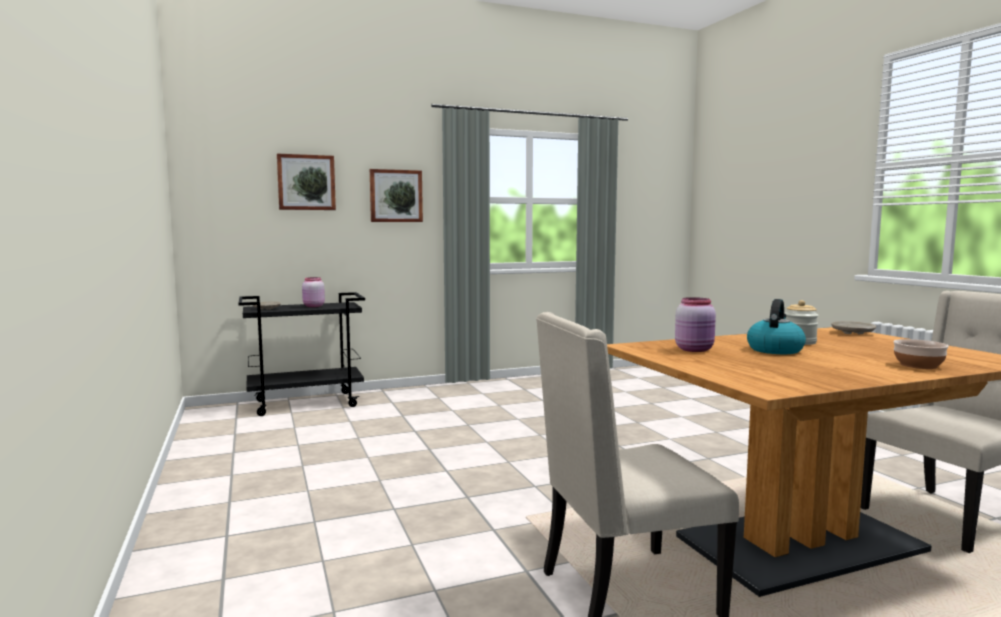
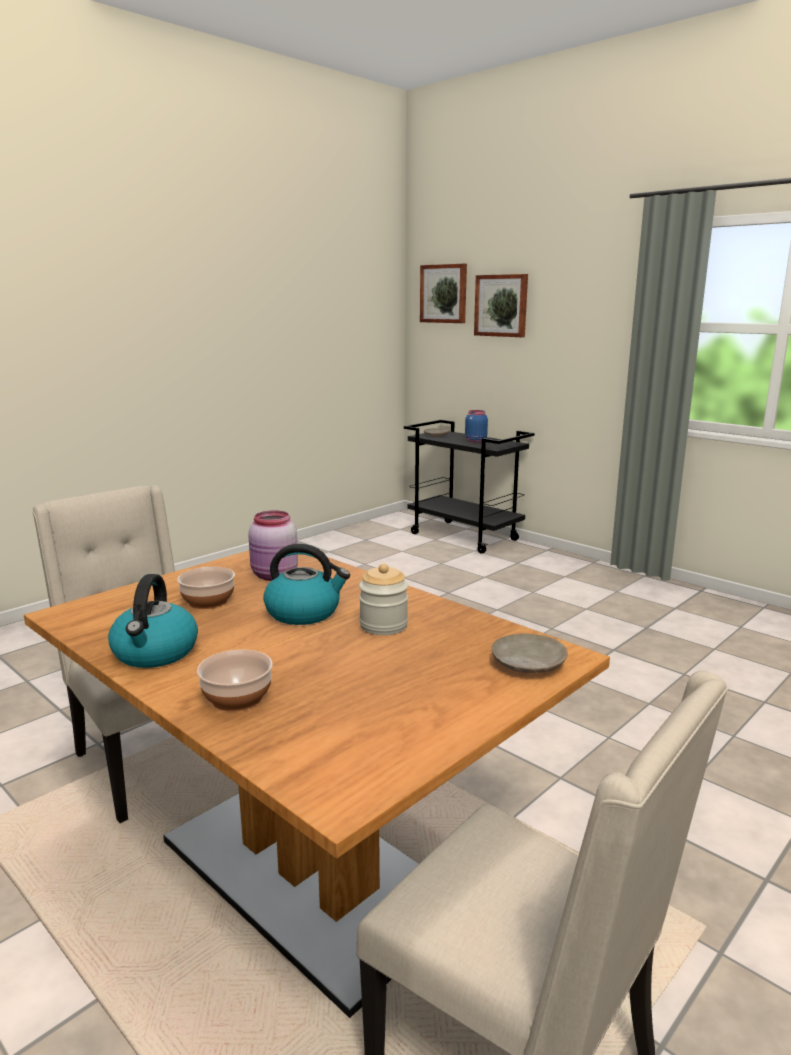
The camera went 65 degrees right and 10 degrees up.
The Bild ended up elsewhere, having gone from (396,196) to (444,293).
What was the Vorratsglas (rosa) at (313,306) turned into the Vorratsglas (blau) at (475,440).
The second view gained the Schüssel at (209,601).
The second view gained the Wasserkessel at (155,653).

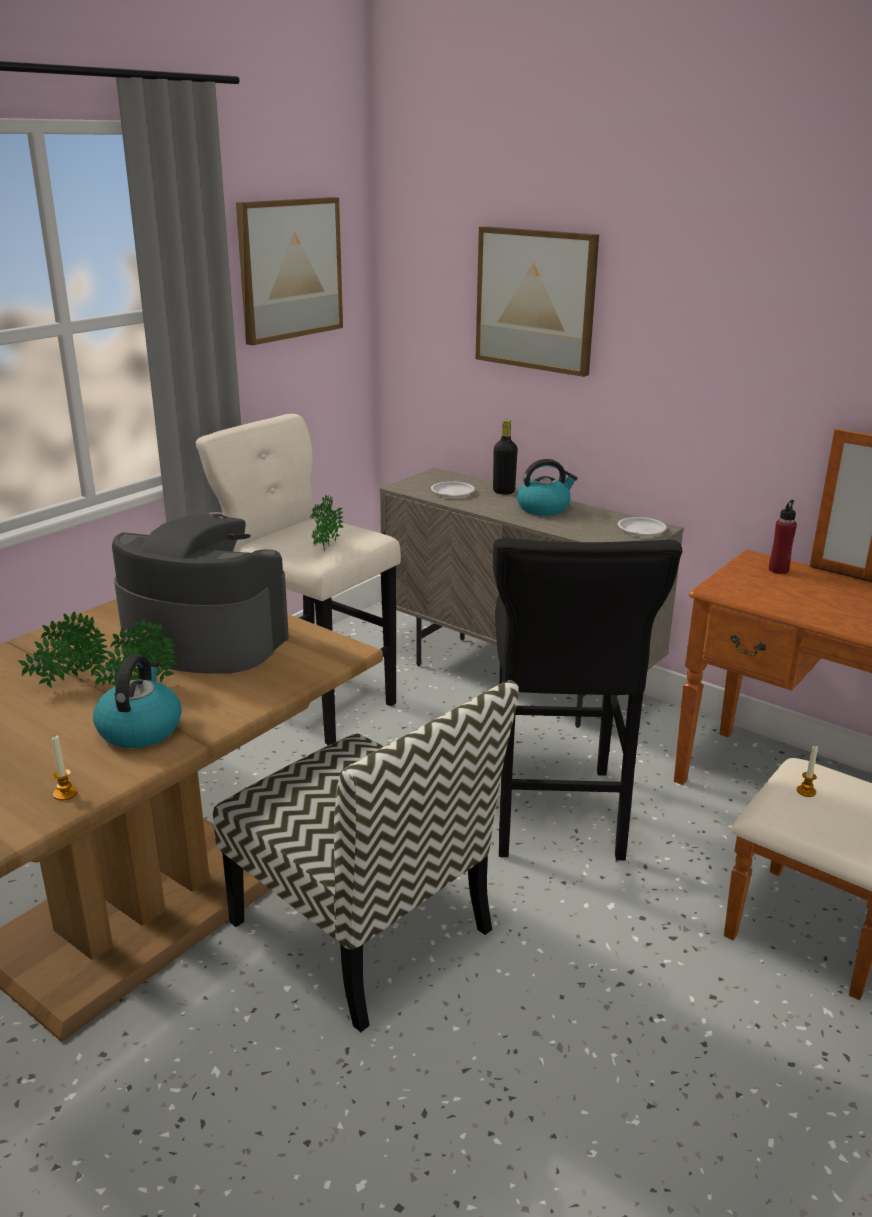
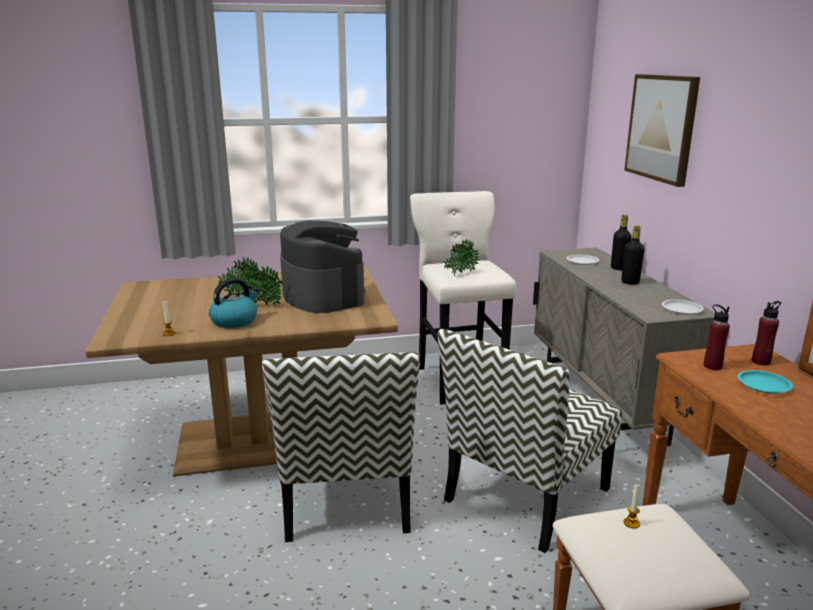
The camera went 40 degrees right and 5 degrees down.
The second view lost the Bild at (289,269).
Where the Wasserkessel stood at (544,508), the Flasche (schwarz) came to stand at (630,282).
Where the Hocker (schwarz) stood at (556,818), the Stuhl came to stand at (526,496).
The second view gained the Flasche (rot) at (712,366).
The second view gained the Teller (türkis) at (764,385).

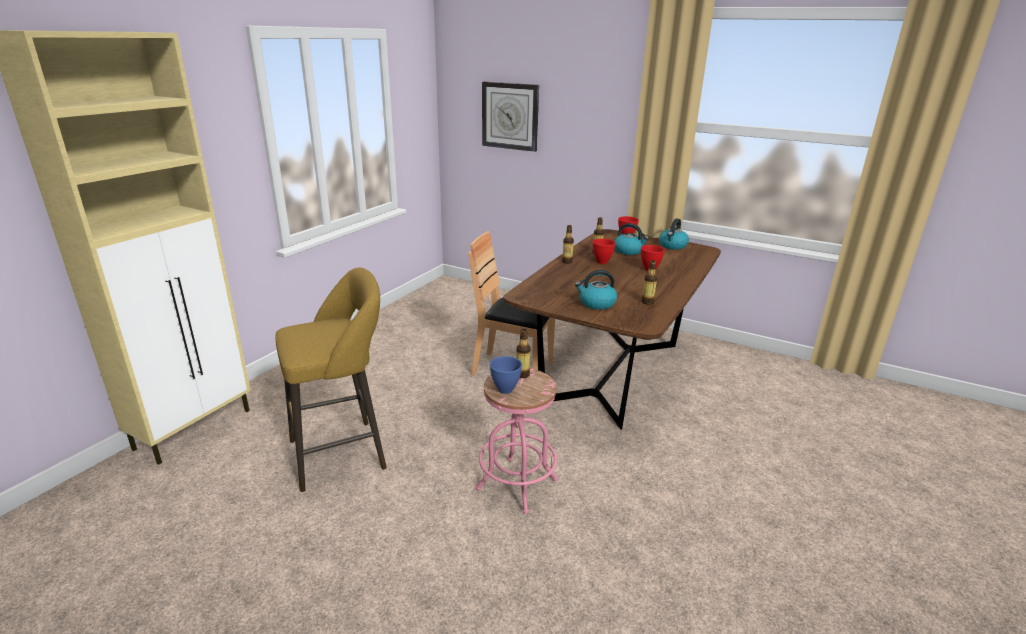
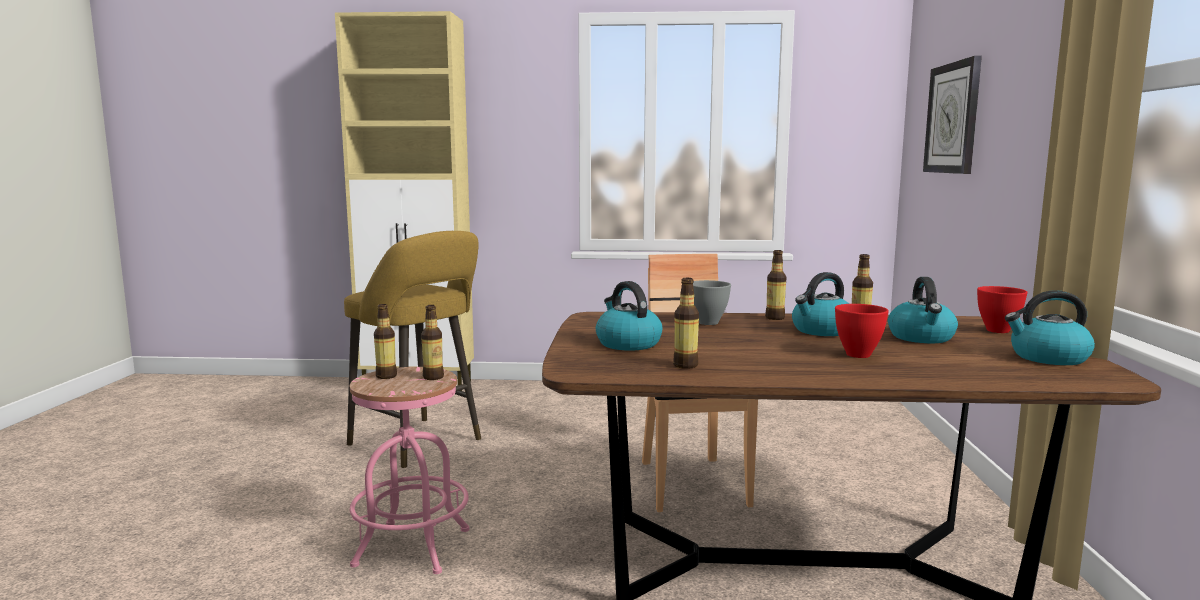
The camera went 65 degrees right and 15 degrees down.
Where the Schüssel (rot) stood at (602,262), the Wasserkessel came to stand at (822,331).
Where the Schüssel (blau) stood at (505,390), the Flasche came to stand at (386,376).
The second view gained the Schüssel (grau) at (709,322).

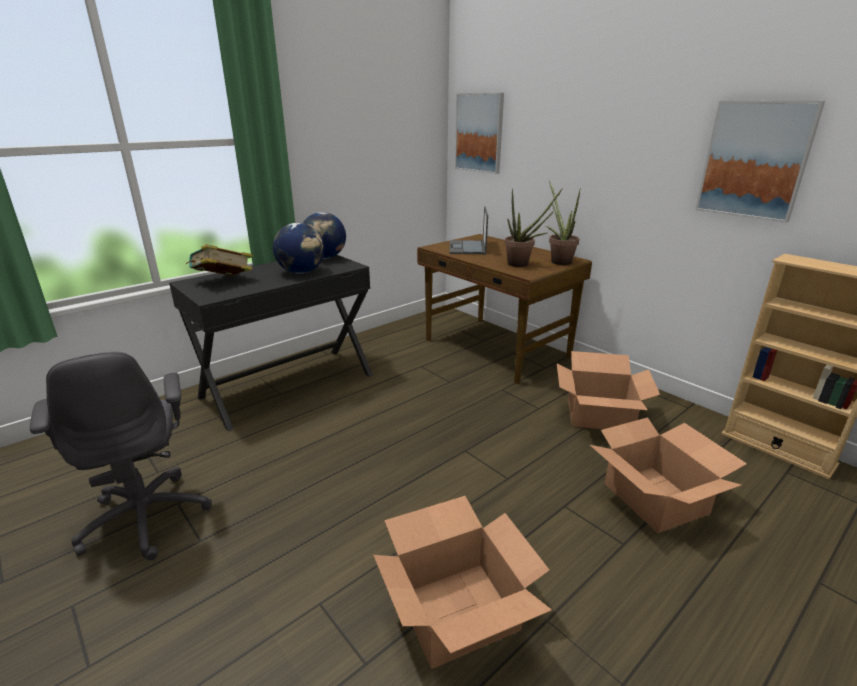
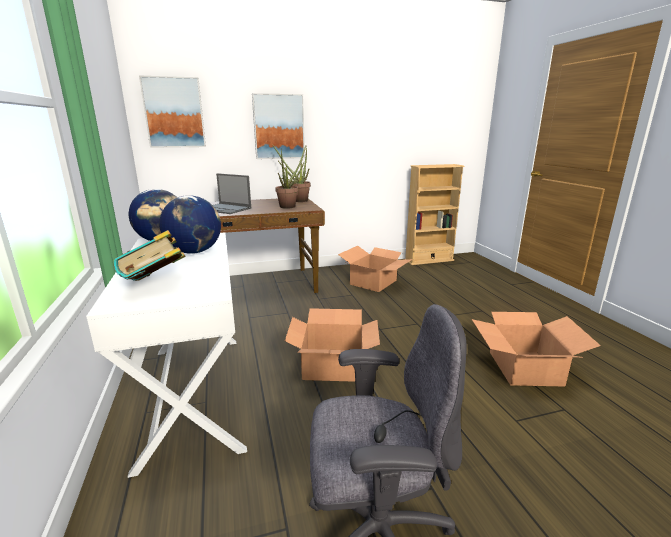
The camera went 65 degrees left and 5 degrees down.
The Bild ended up elsewhere, having gone from (755,160) to (279,127).
What was the Schreibtisch (schwarz) at (288,385) turned into the Schreibtisch (weiß) at (193,393).
The Karton ended up elsewhere, having gone from (655,497) to (332,365).

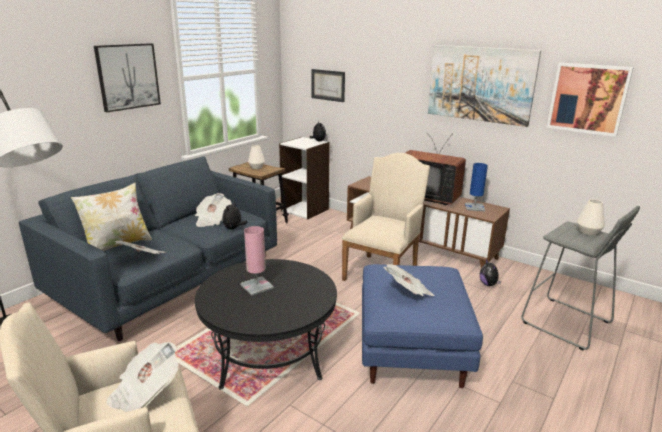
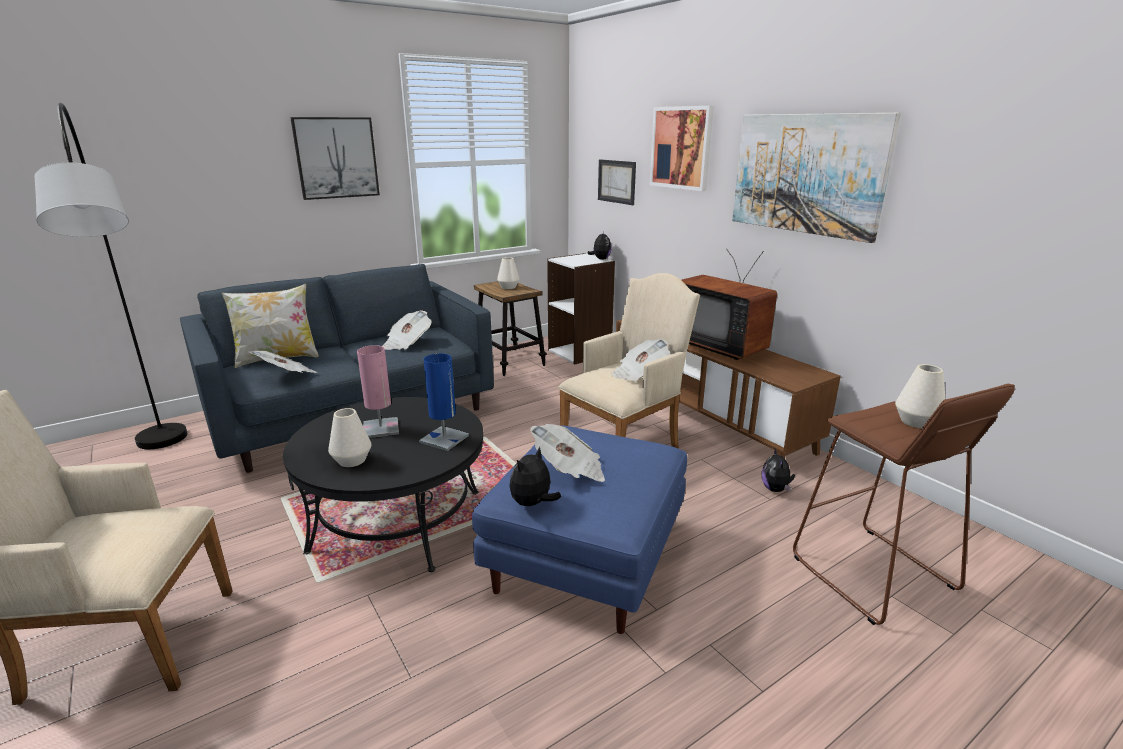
The camera went 20 degrees right and 0 degrees up.
The Bild ended up elsewhere, having gone from (588,98) to (681,148).
The Tischlampe (blau) ended up elsewhere, having gone from (474,207) to (444,439).
The Plüschtier ended up elsewhere, having gone from (233,228) to (532,504).
What was the Hocker (grau) at (566,323) turned into the Hocker (braun) at (871,573).
The Zeitung ended up elsewhere, having gone from (145,392) to (639,374).
The second view gained the Vase (weiß) at (352,460).

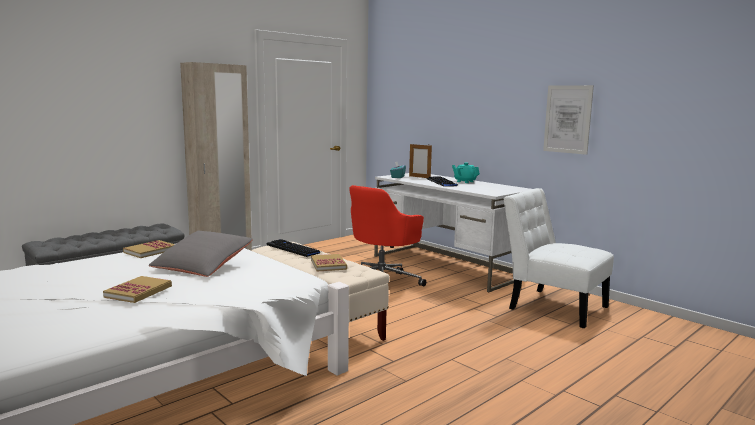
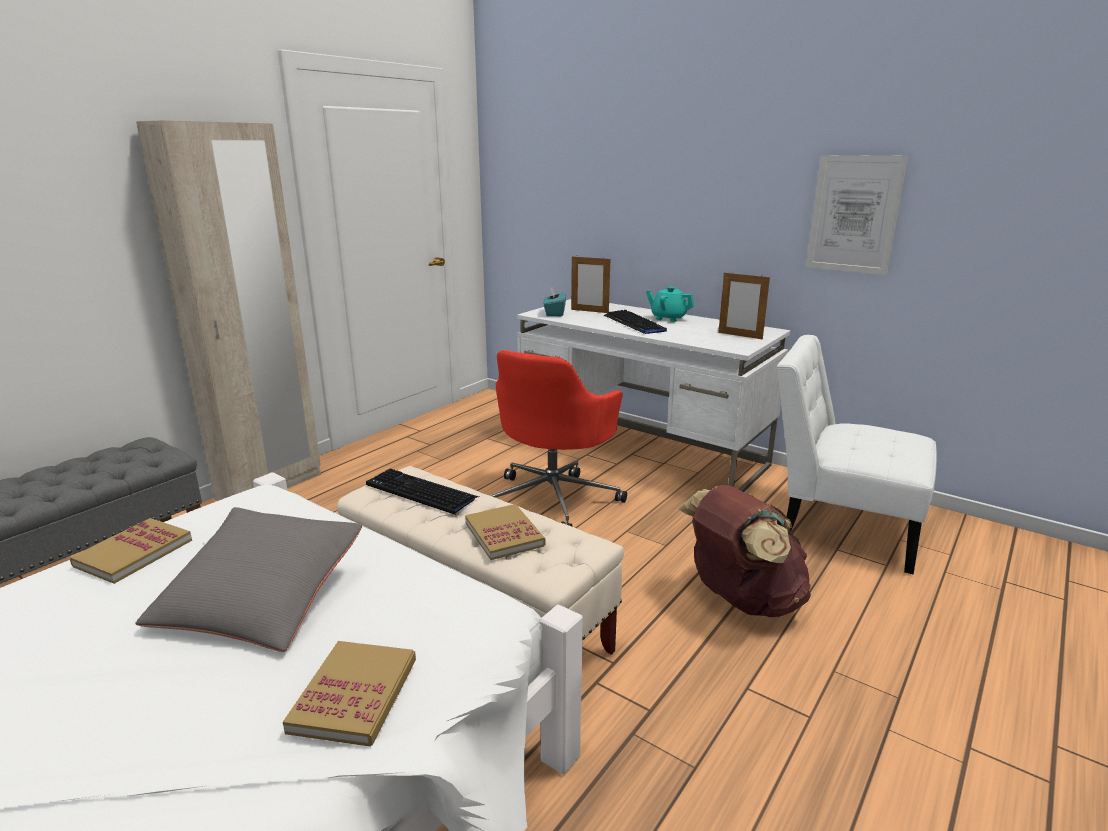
The camera went 10 degrees left and 10 degrees up.
The Buch ended up elsewhere, having gone from (138,292) to (354,695).
The second view gained the Bilderrahmen at (740,335).
The second view gained the Rucksack (braun) at (741,600).

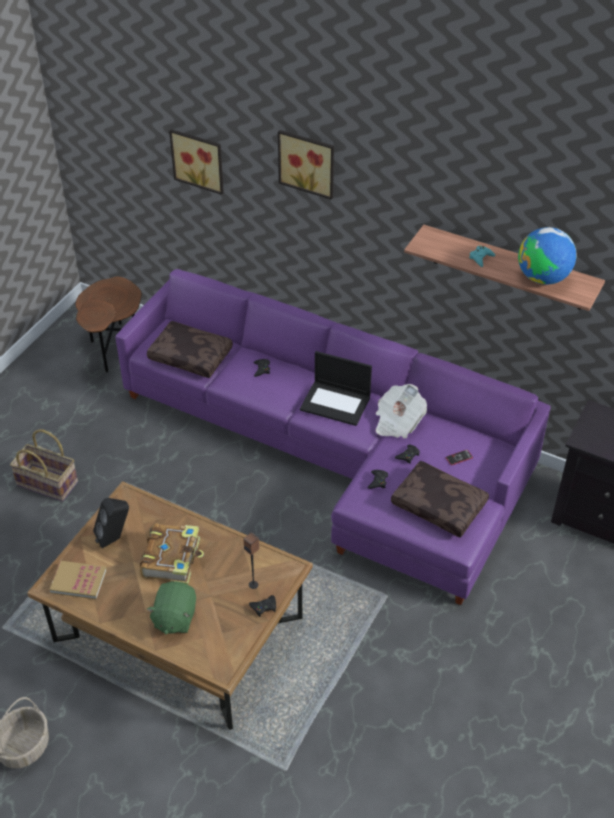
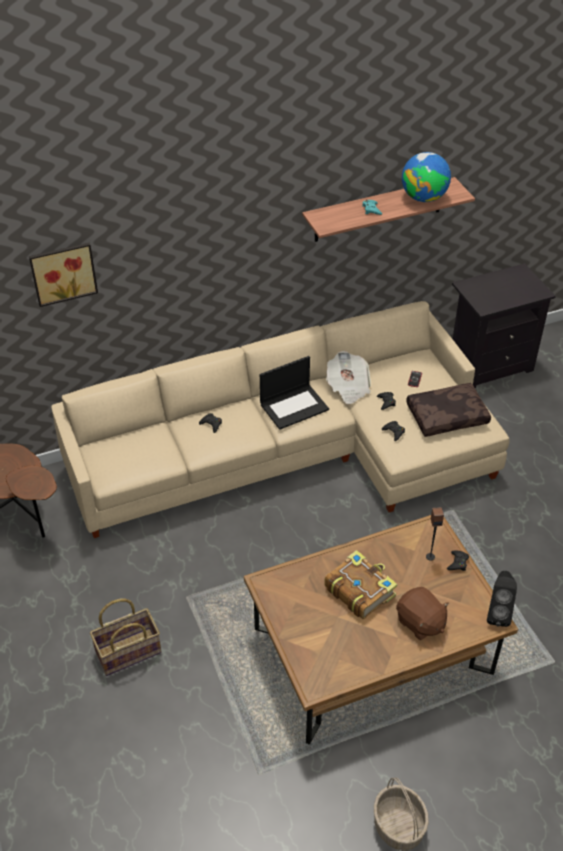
The camera went 50 degrees left and 0 degrees up.
The second view lost the Bild at (307,162).
What was the Sofa (lila) at (339,452) turned into the Sofa (beige) at (295,451).
The second view lost the Kissen (braun) at (191,356).
The Lautsprecher (schwarz) ended up elsewhere, having gone from (115,538) to (497,613).
The second view lost the Buch at (78,581).
What was the Plüschtier (grün) at (174,618) turned into the Plüschtier (braun) at (420,622).

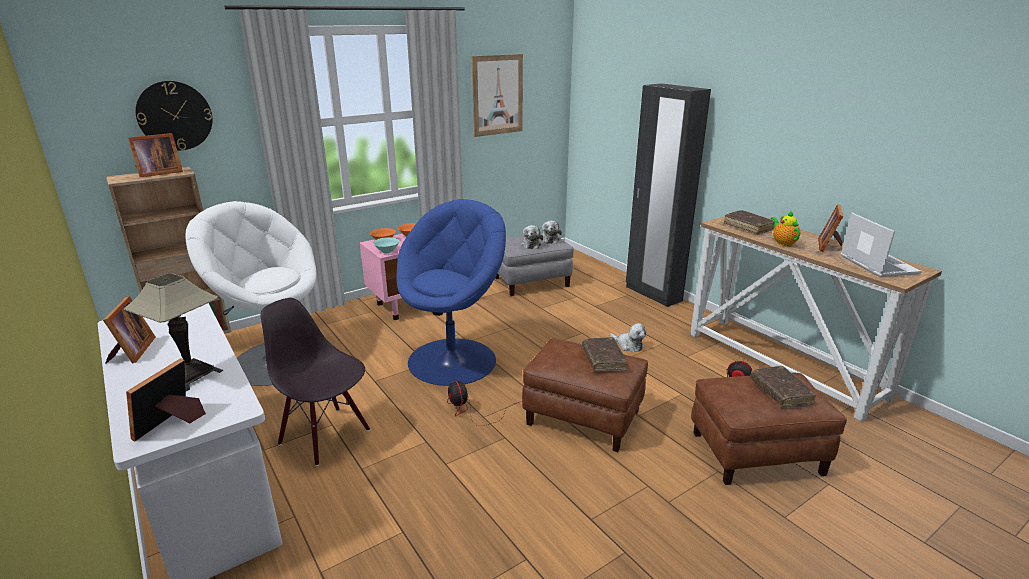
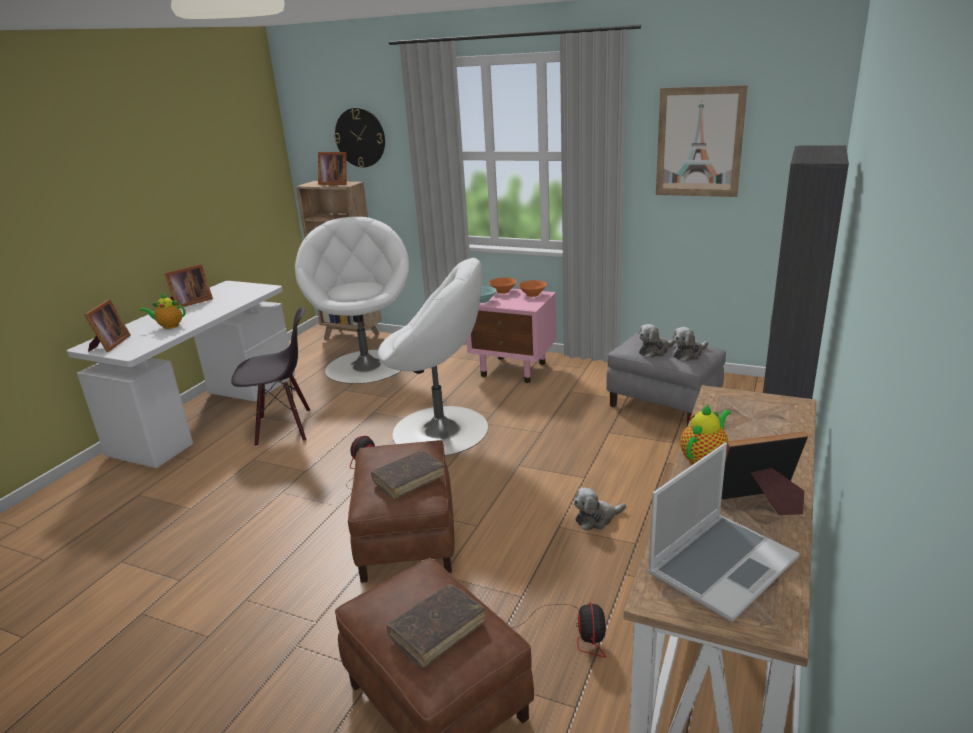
The camera went 60 degrees right and 0 degrees up.
What was the Sessel (blau) at (453,360) turned into the Sessel (weiß) at (442,430).
The second view lost the Buch (braun) at (749,227).
Where the Tischlampe stood at (191,375), the Teekanne came to stand at (169,326).
The Stuhl (schwarz) at (326,436) ended up facing another way, 75 degrees clockwise from before.
The Plüschtier at (628,345) ended up facing another way, 60 degrees clockwise from before.
The Bilderrahmen at (172,423) ended up facing another way, 105 degrees clockwise from before.

